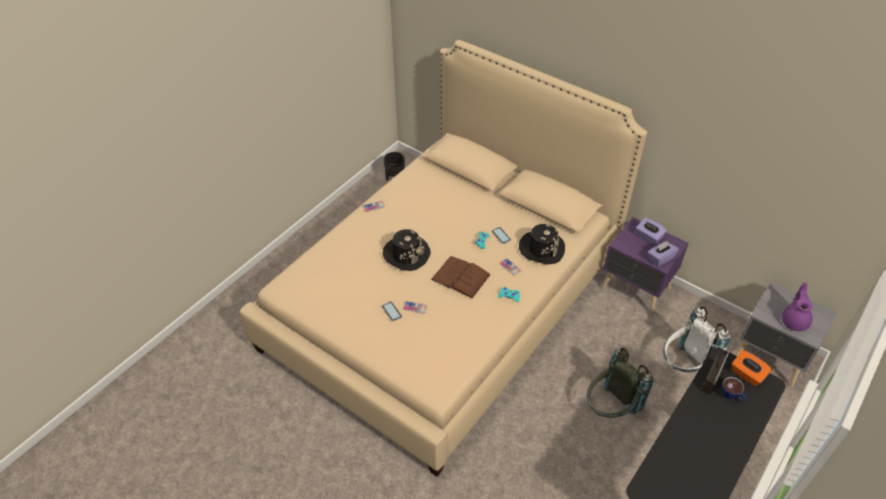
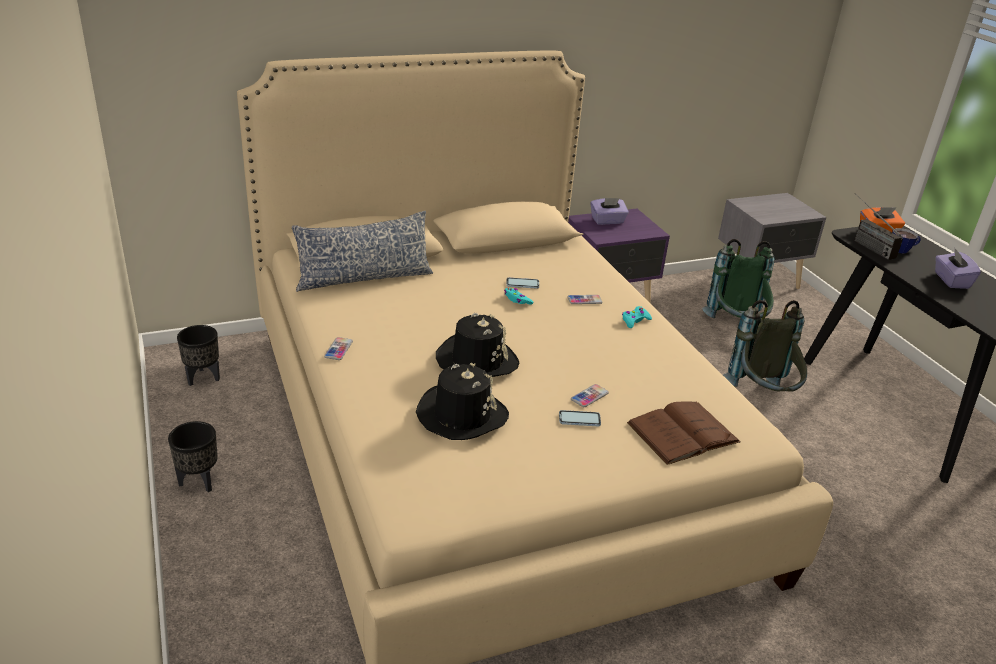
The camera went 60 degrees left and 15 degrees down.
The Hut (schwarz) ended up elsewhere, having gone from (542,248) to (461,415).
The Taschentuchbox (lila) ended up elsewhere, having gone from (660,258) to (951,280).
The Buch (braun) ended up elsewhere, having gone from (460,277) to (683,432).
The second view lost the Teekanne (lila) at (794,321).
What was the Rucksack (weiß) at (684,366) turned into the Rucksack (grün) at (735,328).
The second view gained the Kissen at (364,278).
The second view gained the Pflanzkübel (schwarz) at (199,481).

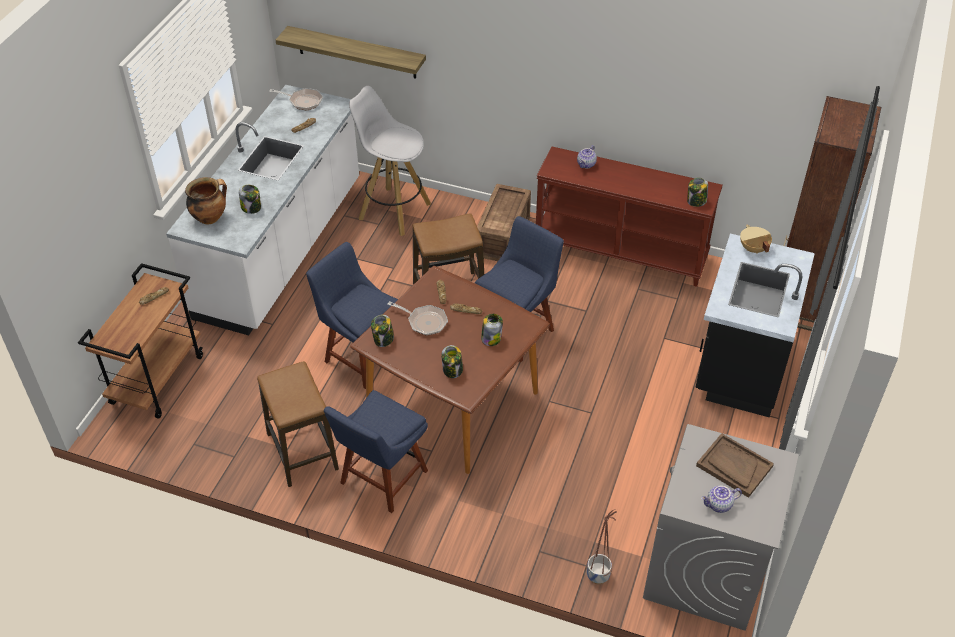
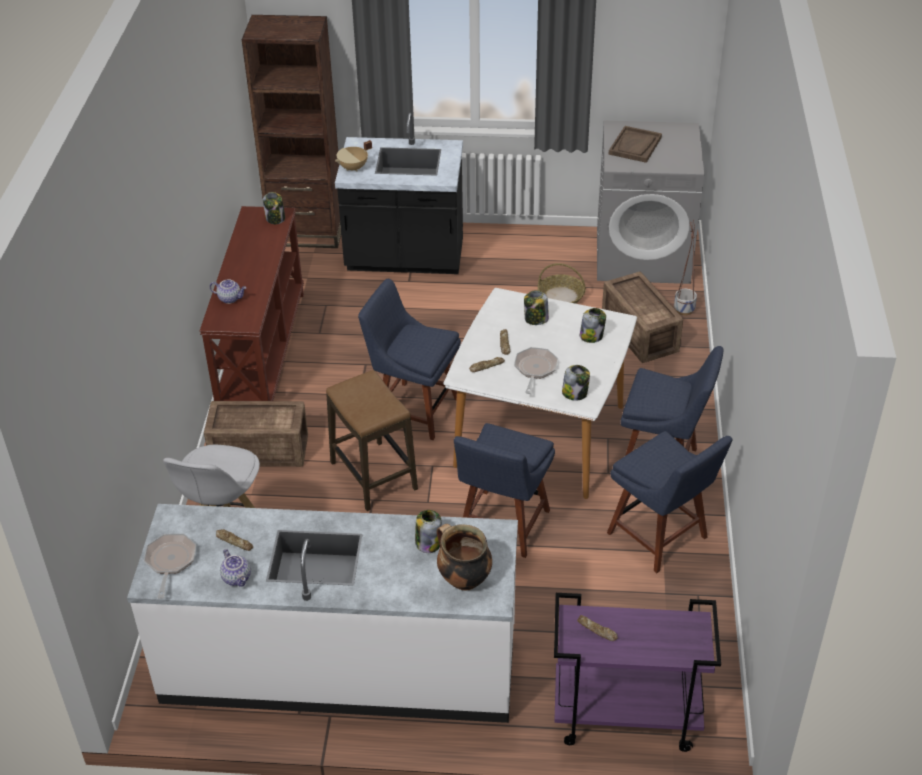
The camera went 105 degrees left and 5 degrees down.
The second view lost the Wandregal at (356,52).
What was the Rollwagen (braun) at (157,379) turned into the Rollwagen (lila) at (624,717).
What was the Esstisch (braun) at (452,403) turned into the Esstisch (weiß) at (539,437).
Where the Hocker stood at (302,451), the Stuhl (blau) came to stand at (660,538).
The Teekanne ended up elsewhere, having gone from (719,505) to (237,578).
The second view gained the Korb at (561,296).
The second view gained the Kiste at (640,332).

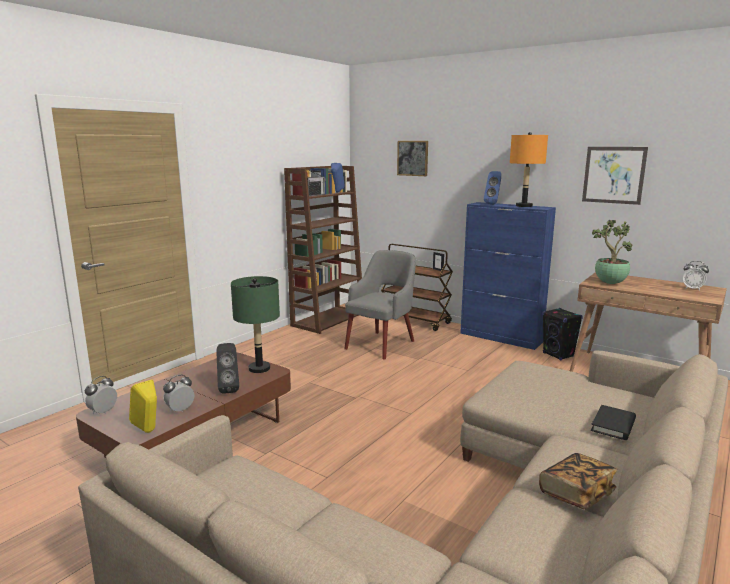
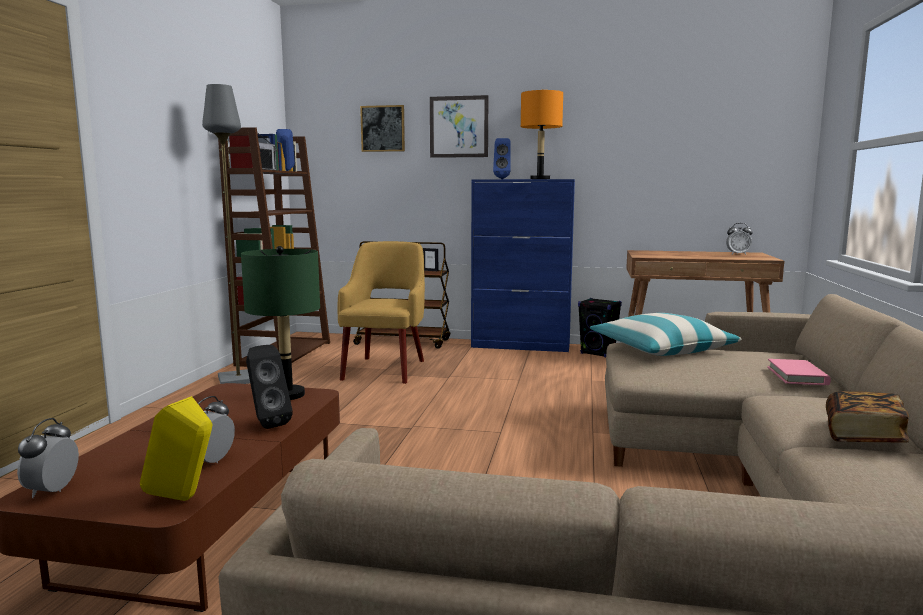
The camera went 25 degrees left and 5 degrees down.
The Bild ended up elsewhere, having gone from (613,175) to (459,127).
The second view lost the Topfpflanze at (609,283).
What was the Sessel (grau) at (381,344) turned into the Sessel (gelb) at (385,369).
What was the Buch (schwarz) at (613,425) turned into the Buch (rosa) at (797,376).
The second view gained the Stehlampe (grau) at (239,379).
The second view gained the Kissen at (661,349).

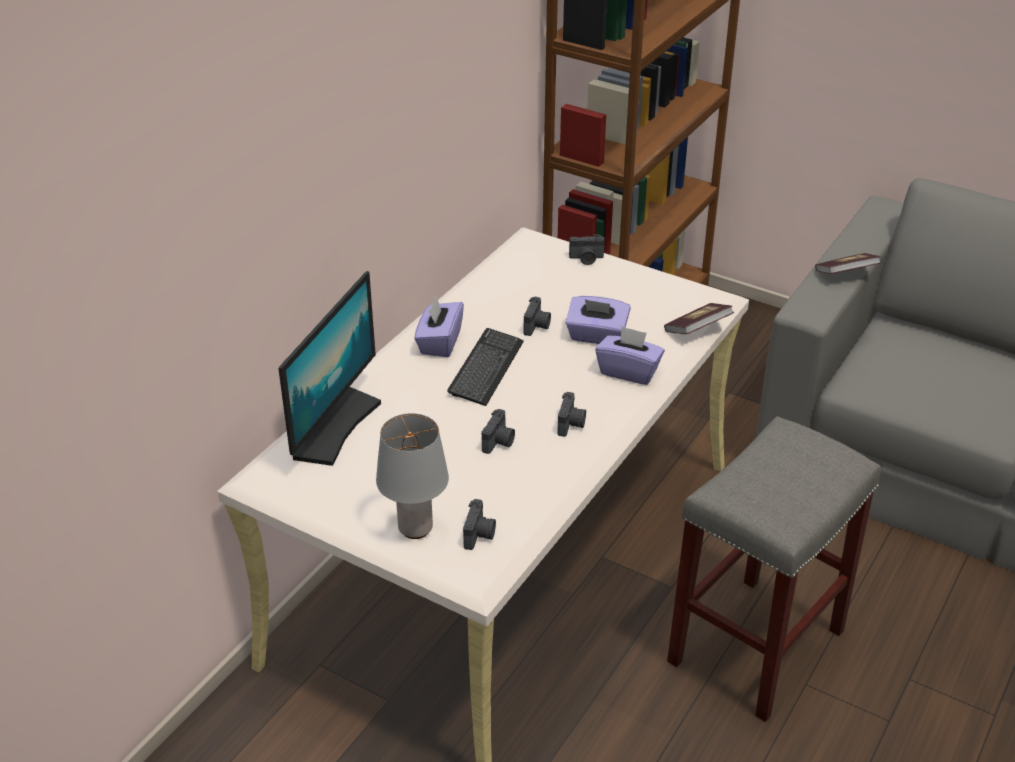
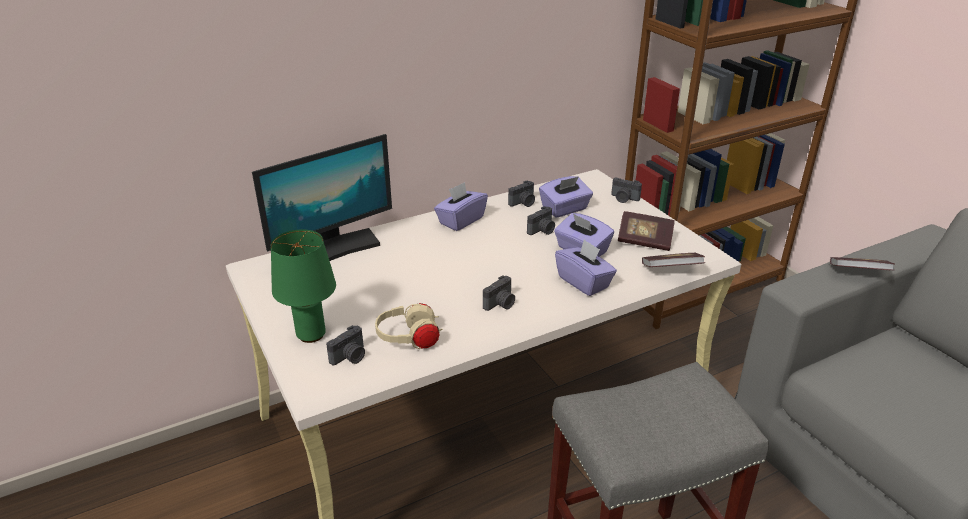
The camera went 30 degrees right and 5 degrees down.
The second view lost the Tastatur at (486,368).
The Kamera ended up elsewhere, having gone from (499,442) to (523,203).
What was the Tischlampe (grau) at (414,529) turned into the Tischlampe (grün) at (310,335).
The second view gained the Taschentuchbox (lila) at (565,209).
The second view gained the Buch at (644,241).
The second view gained the Kopfhörer (beige) at (409,340).

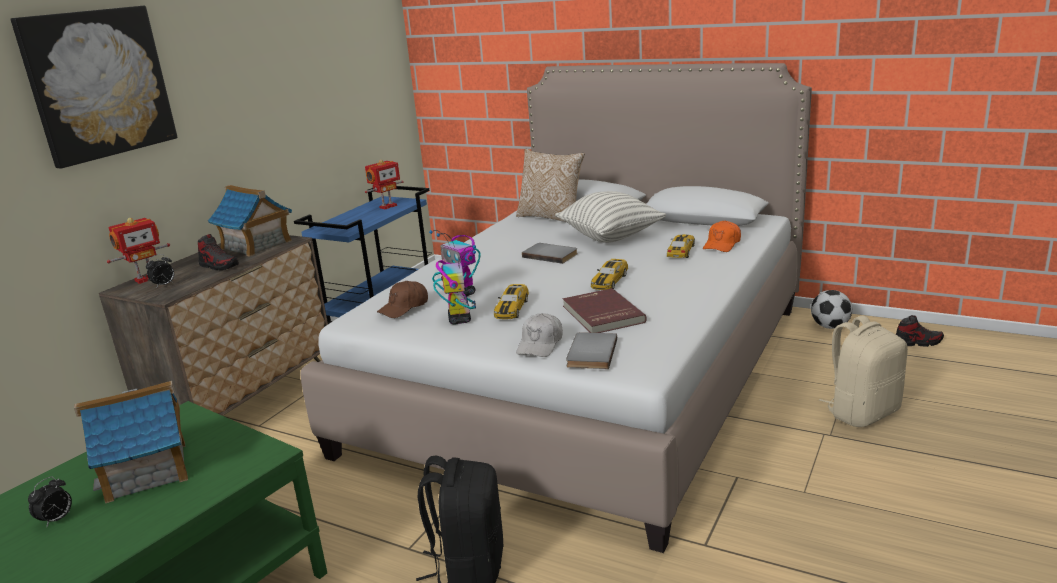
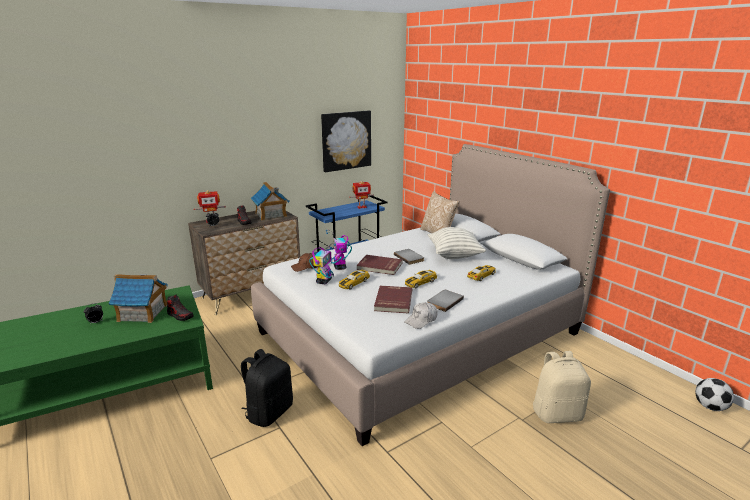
The camera went 25 degrees right and 0 degrees up.
The Bild ended up elsewhere, having gone from (98,84) to (346,140).
The second view lost the Kappe (orange) at (722,244).
The Fußball ended up elsewhere, having gone from (830,327) to (710,407).
The Kappe (weiß) ended up elsewhere, having gone from (540,344) to (421,320).
The Schuh ended up elsewhere, having gone from (917,342) to (180,315).
The Buch (grau) ended up elsewhere, having gone from (590,353) to (443,301).
The second view gained the Buch (rot) at (379,266).

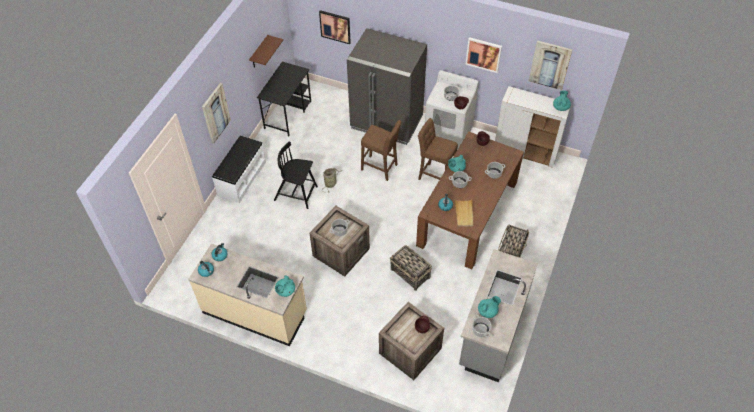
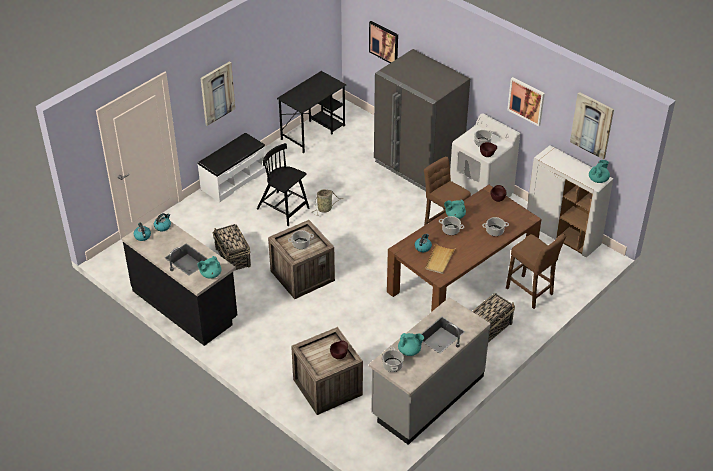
The camera went 20 degrees right and 10 degrees down.
The second view lost the Wandregal (braun) at (259,52).
The Hocker (braun) ended up elsewhere, having gone from (381,168) to (530,293).
What was the Küchenzeile (beige) at (255,312) turned into the Küchenzeile (schwarz) at (185,305).
The Korb ended up elsewhere, having gone from (410,274) to (233,258).

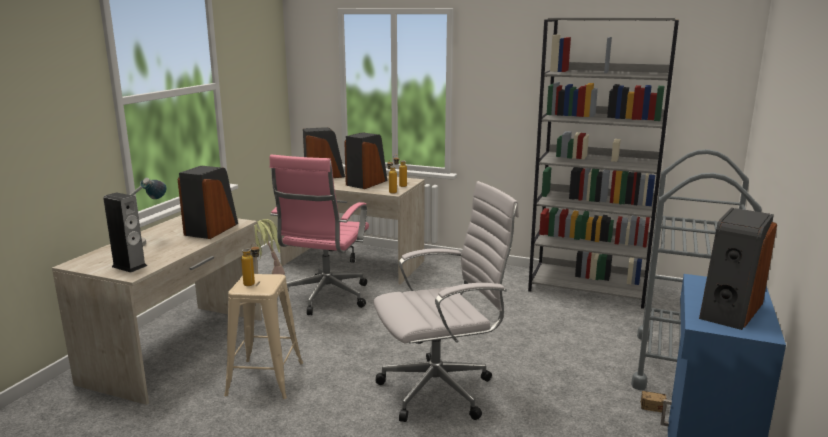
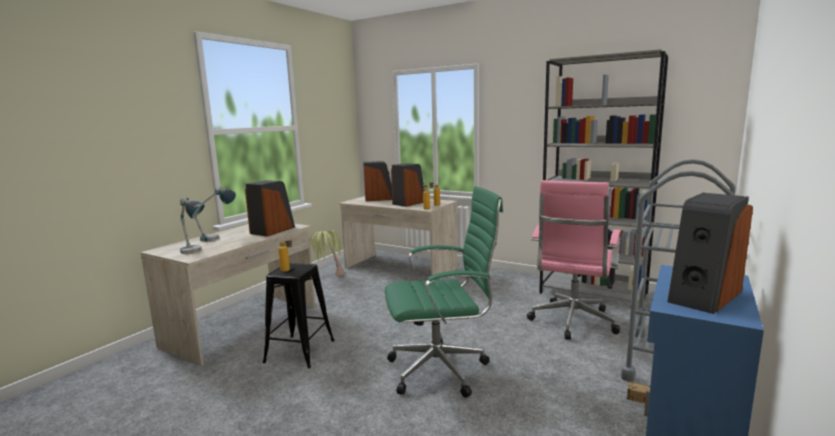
The camera went 10 degrees right and 5 degrees down.
The Bürostuhl (rosa) ended up elsewhere, having gone from (325,298) to (572,323).
What was the Bürostuhl (weiß) at (441,390) turned into the Bürostuhl (grün) at (442,369).
Where the Lautsprecher stood at (129,266), the Tischlampe came to stand at (195,252).
What was the Hocker (beige) at (265,379) turned into the Hocker (schwarz) at (300,351).

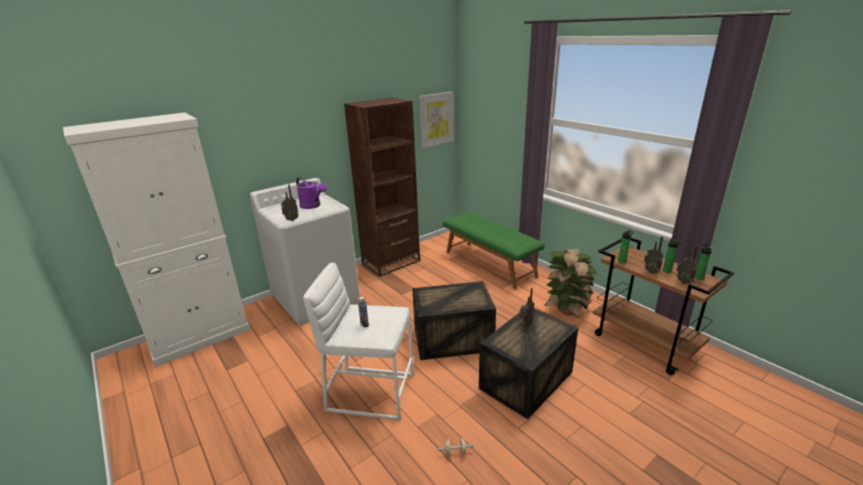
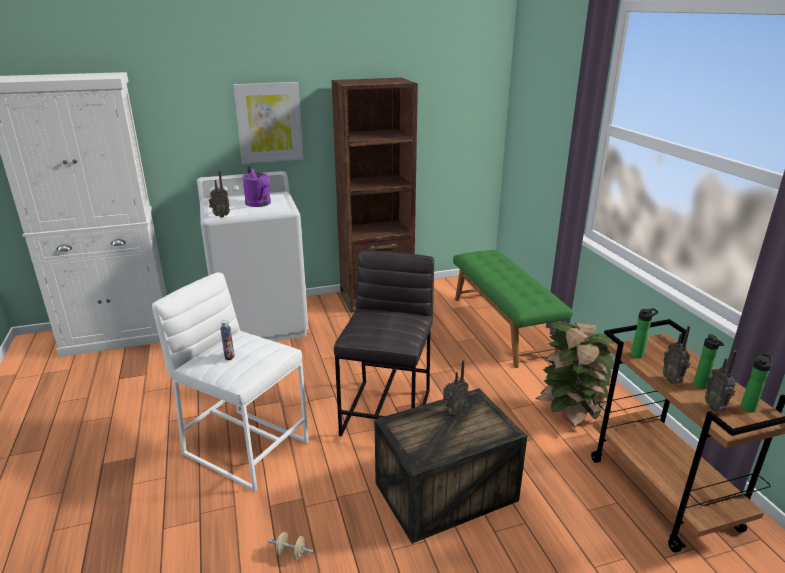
The camera went 20 degrees right and 0 degrees up.
The Bild ended up elsewhere, having gone from (436,119) to (269,123).
Where the Kiste stood at (454,339), the Hocker (grau) came to stand at (388,412).

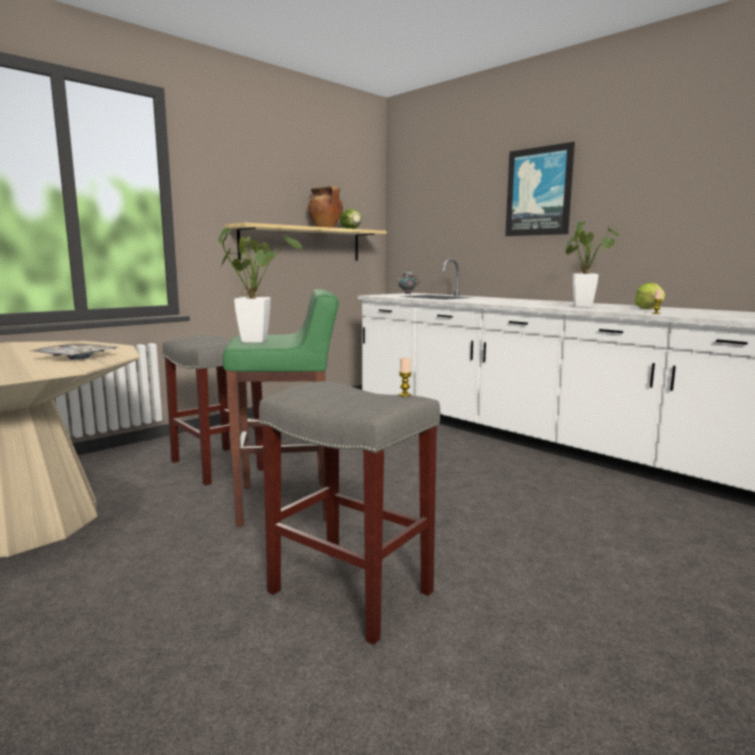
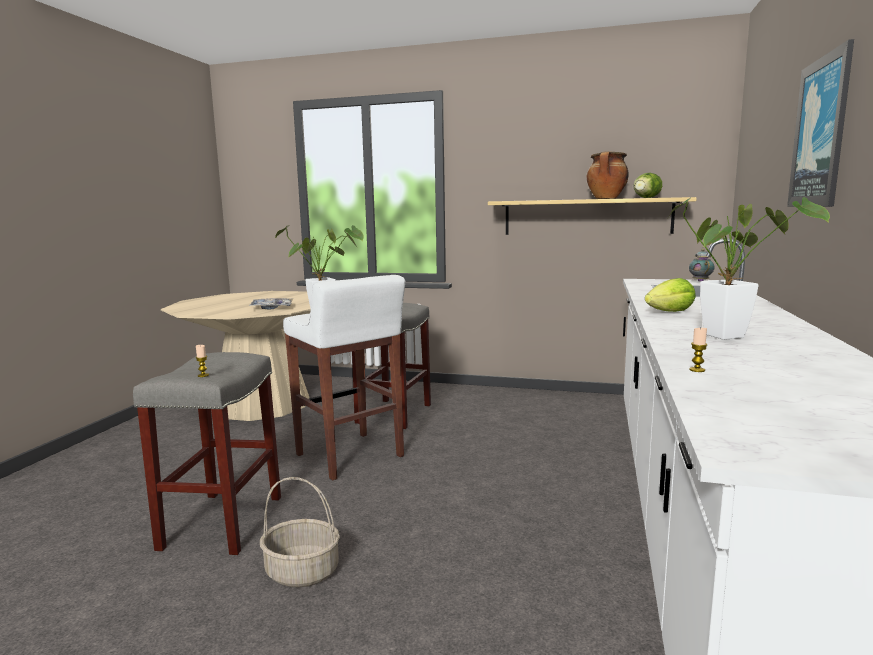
The camera went 60 degrees right and 0 degrees up.
The Salatkopf ended up elsewhere, having gone from (650,309) to (670,312).
What was the Hocker (grün) at (287,503) turned into the Hocker (weiß) at (350,456).
The second view gained the Korb at (301,572).

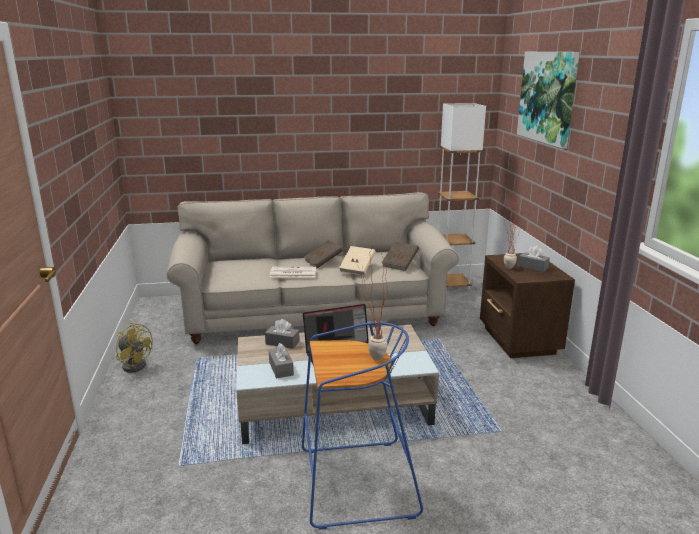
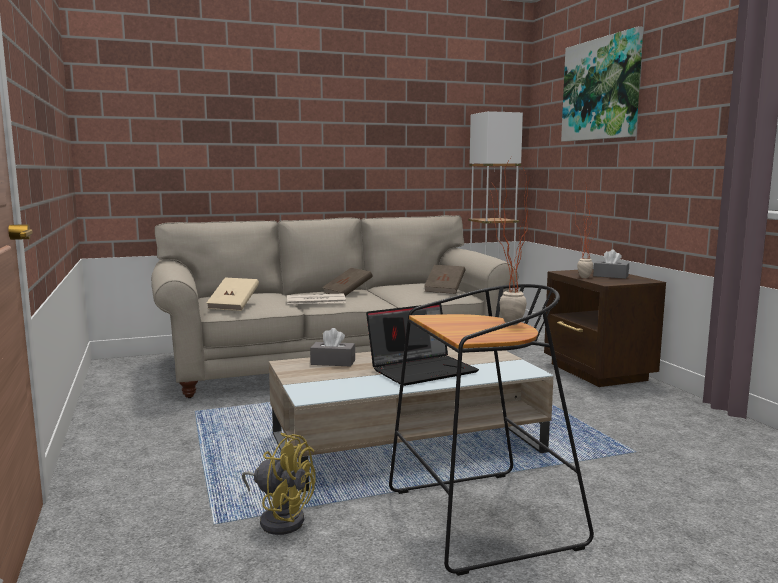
The camera went 10 degrees left and 10 degrees down.
The Buch (beige) ended up elsewhere, having gone from (357,269) to (234,306).
What was the Hocker (blau) at (355,484) turned into the Hocker (schwarz) at (480,520).
The Ventilator (gelb) ended up elsewhere, having gone from (135,364) to (280,518).
The second view lost the Taschentuchbox (grau) at (281,368).

